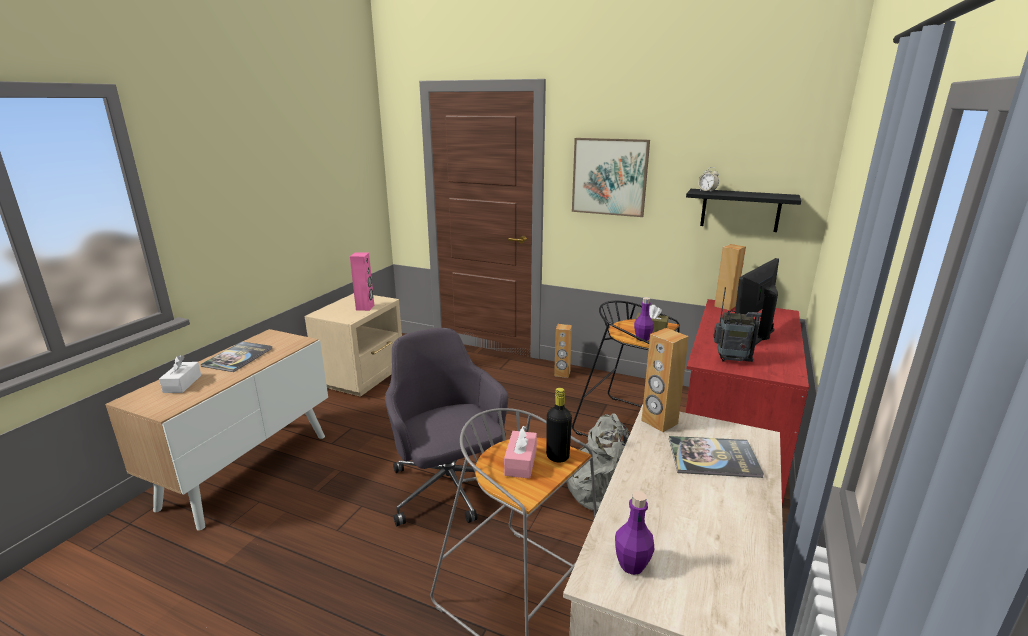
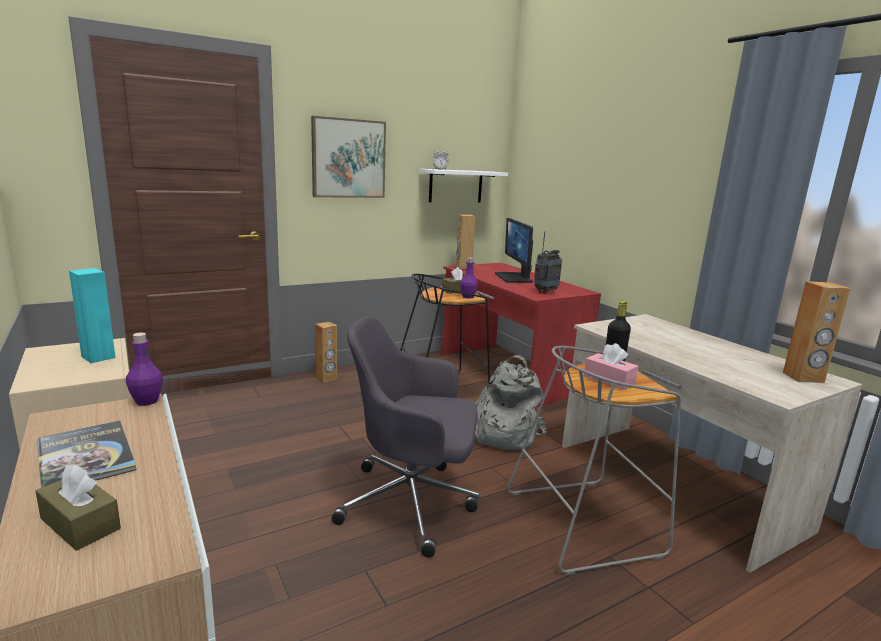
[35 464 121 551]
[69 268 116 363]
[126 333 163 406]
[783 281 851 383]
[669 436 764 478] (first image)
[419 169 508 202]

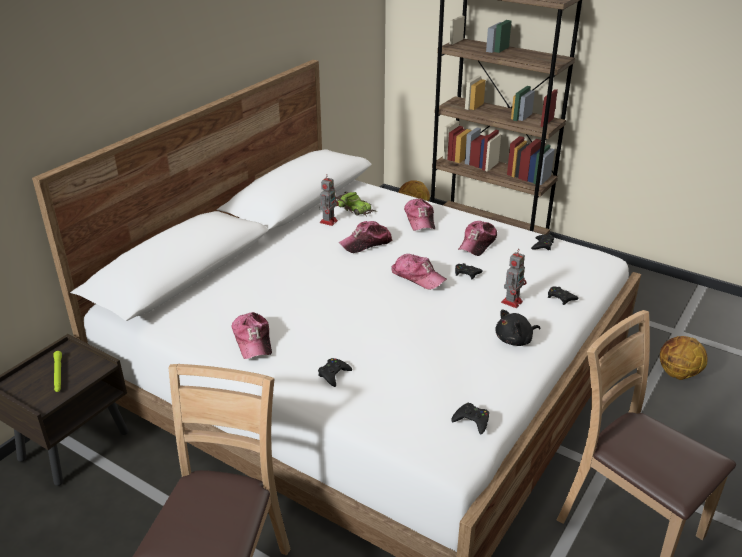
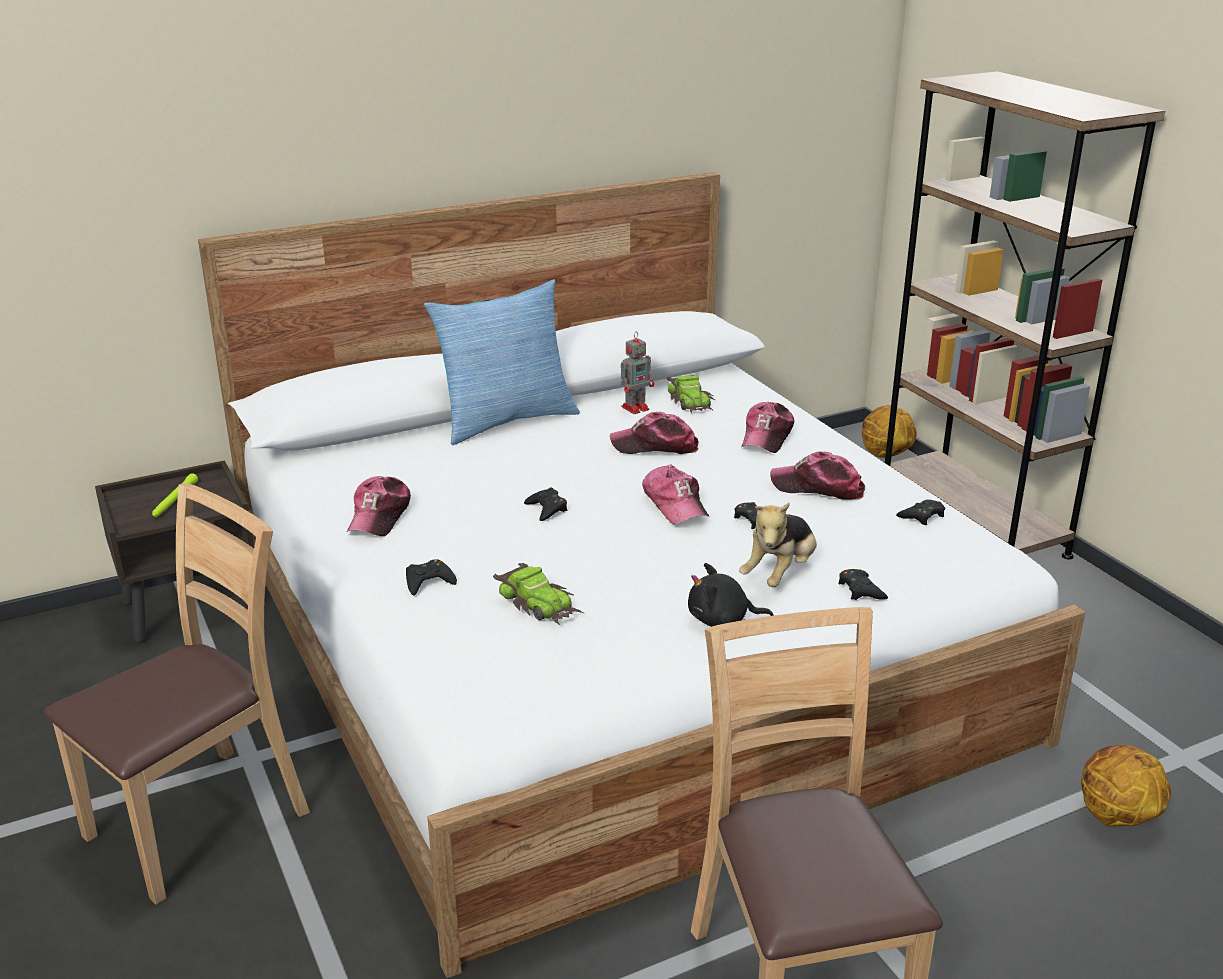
[524 488 567 521]
[770 452 865 500]
[739 502 817 587]
[424 279 580 445]
[493 563 584 625]

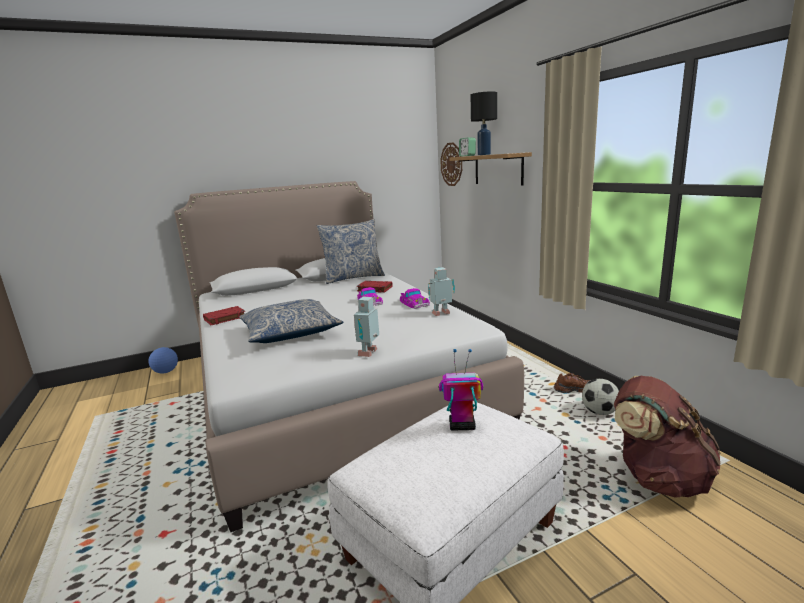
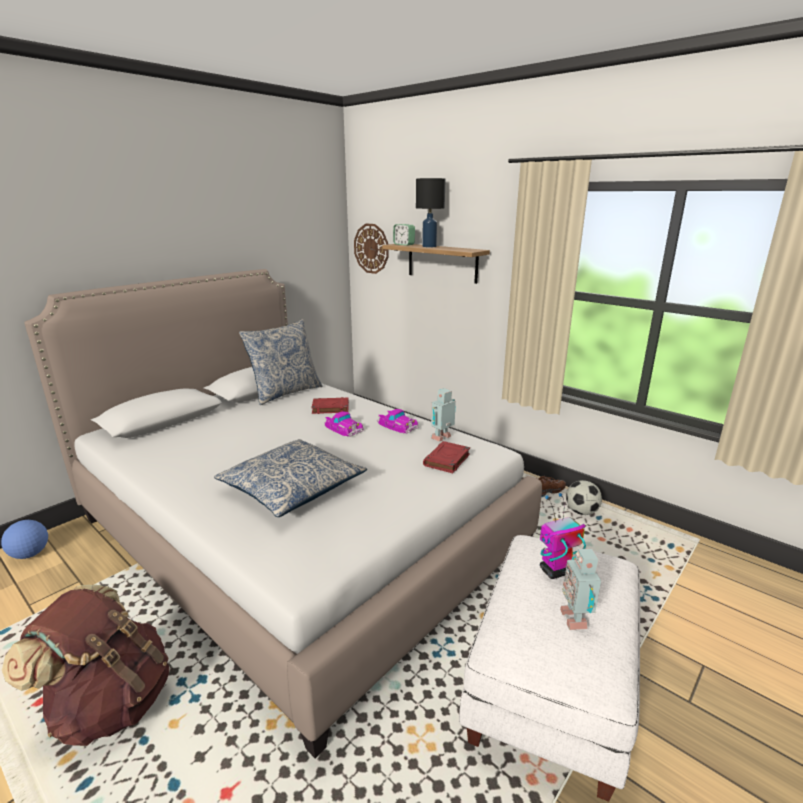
[423 441 470 473]
[560 549 601 630]
[2 585 169 746]

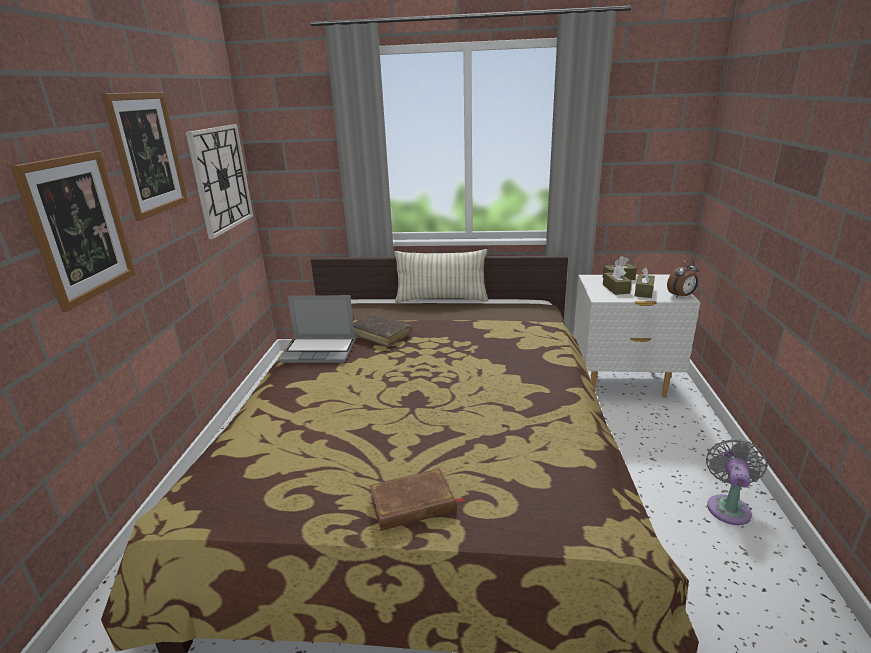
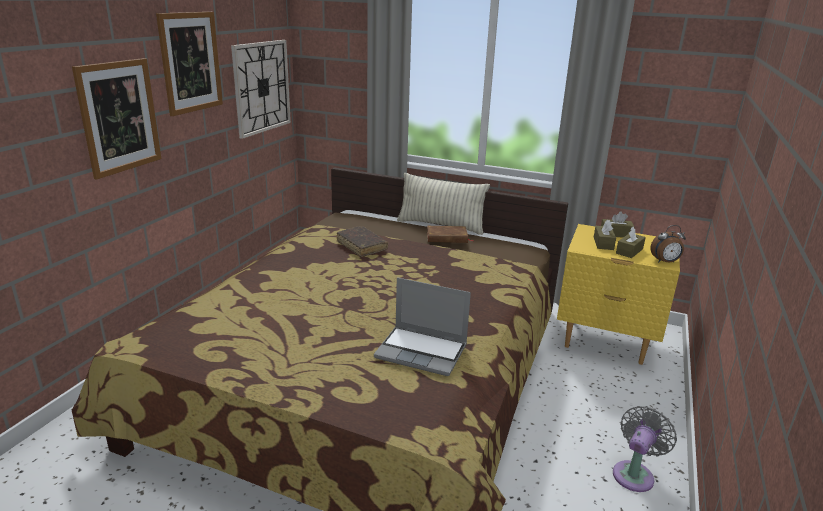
[374 277 471 376]
[427 226 474 243]
[557 224 680 365]

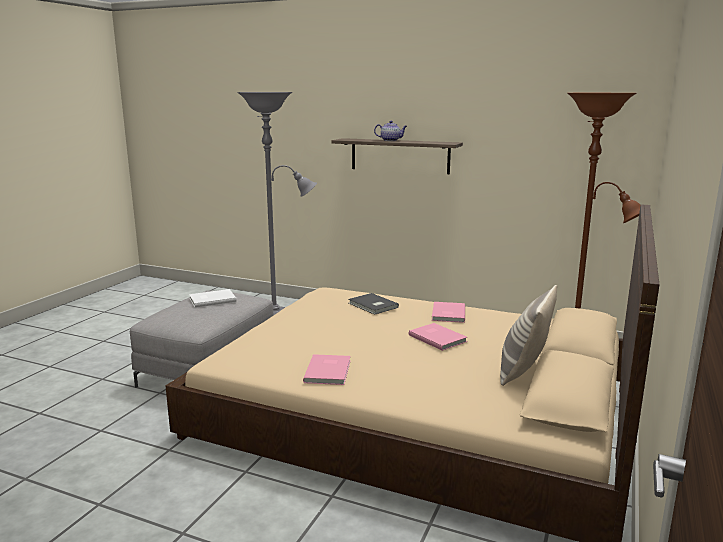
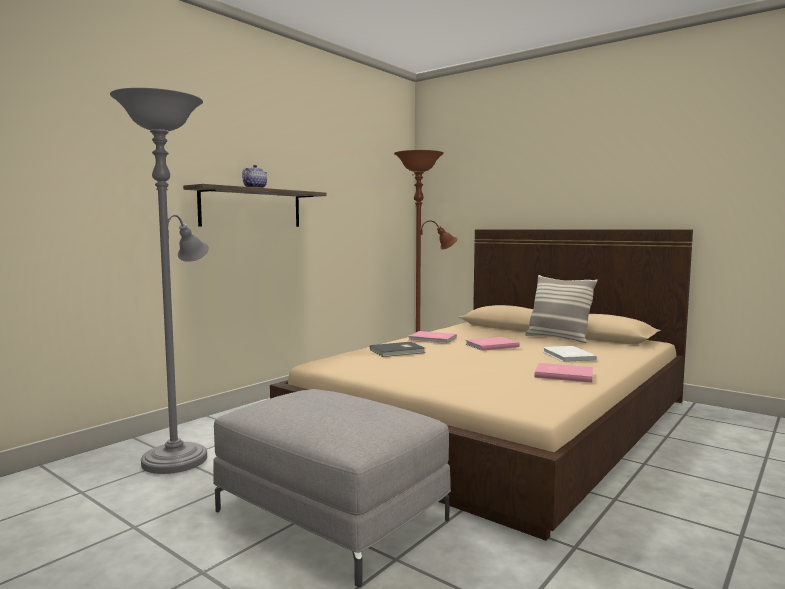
[542 346 597 362]

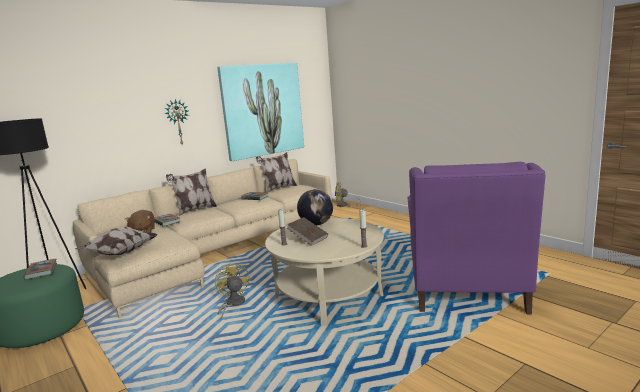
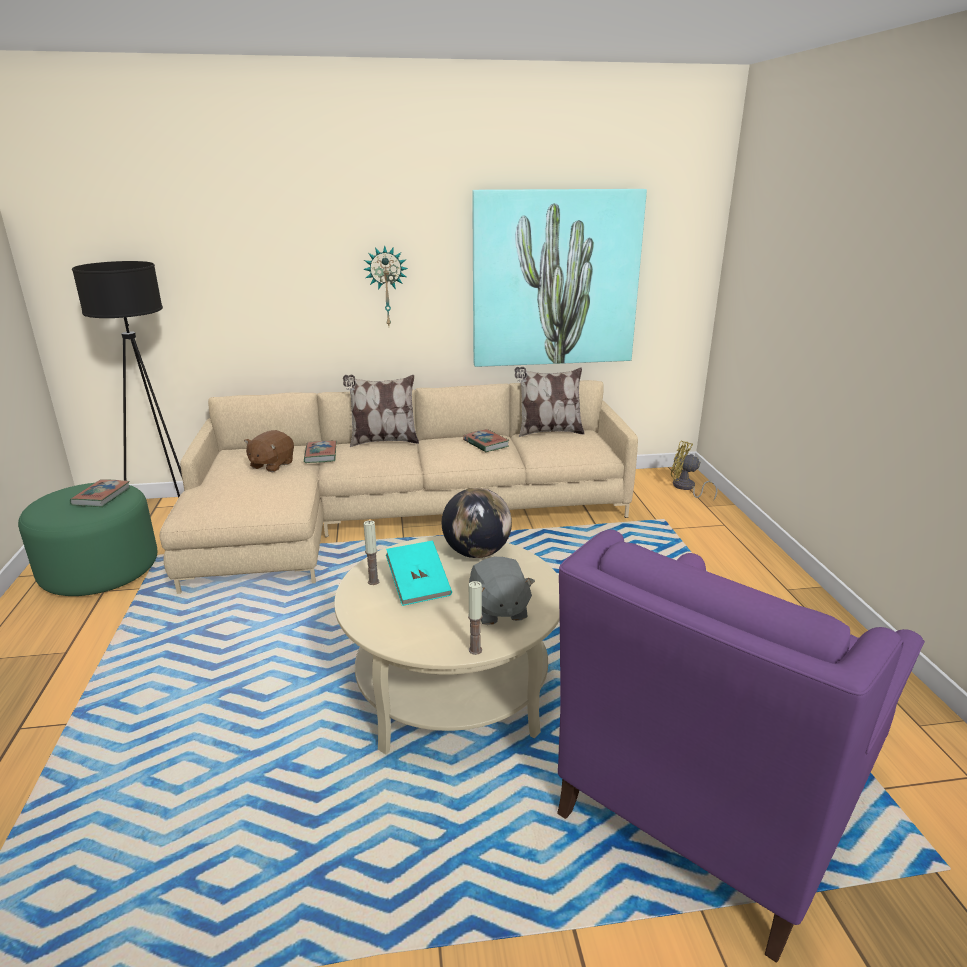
[75 227 158 255] (first image)
[215 262 250 320] (first image)
[386 541 452 606]
[469 557 535 625]

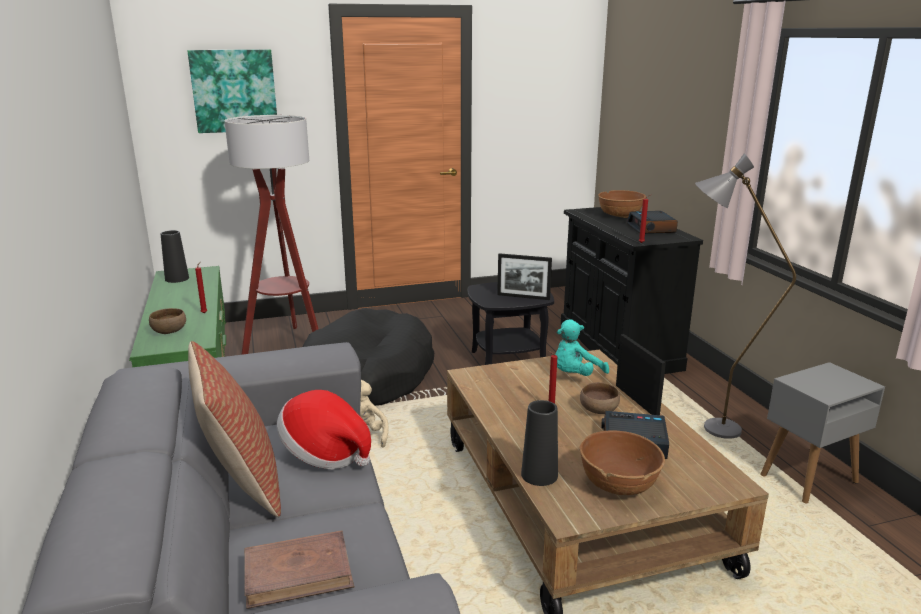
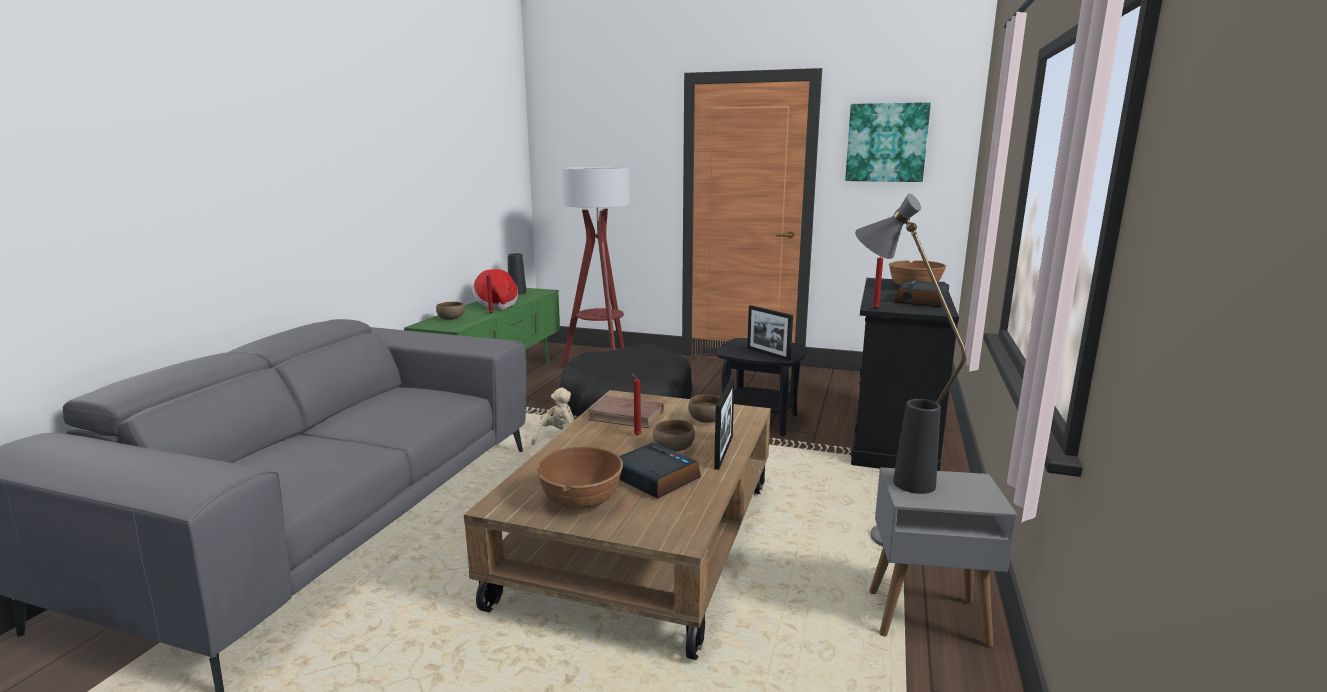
[845 102 931 182]
[188 341 281 517] (first image)
[588 396 664 428]
[472 269 518 310]
[893 399 941 494]
[688 395 720 423]

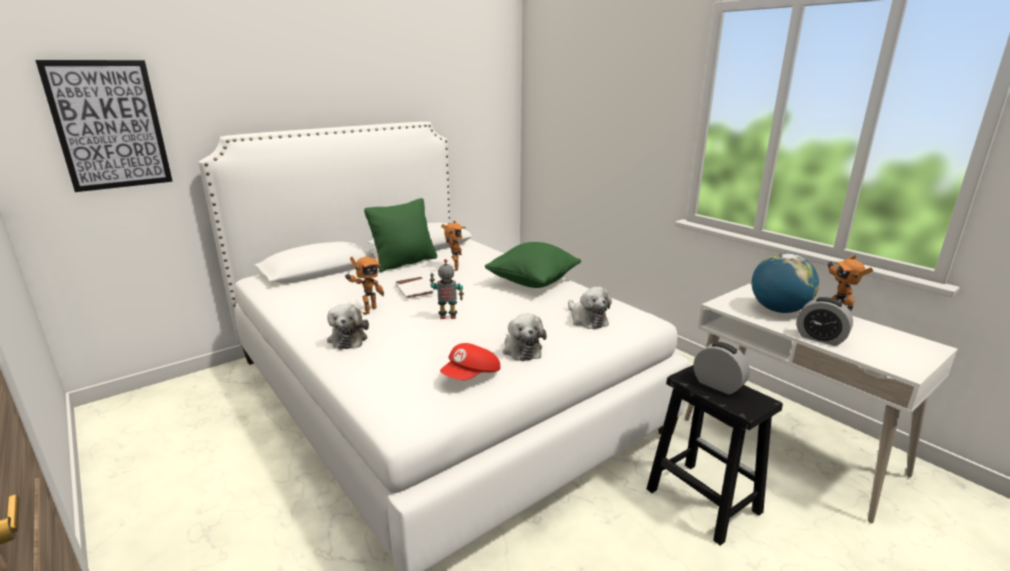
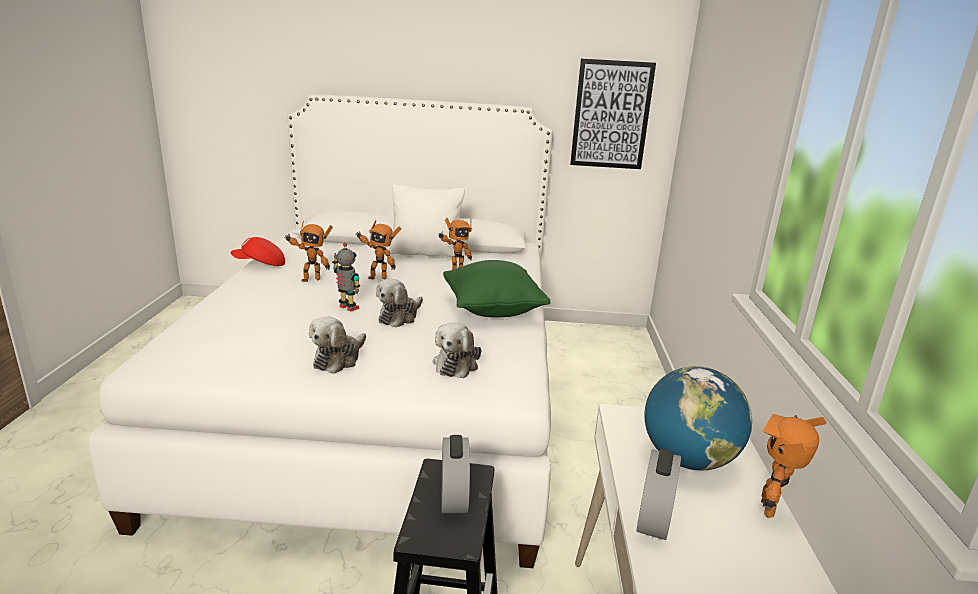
[570 58 656 169]
[376 279 423 327]
[389 184 465 258]
[355 220 401 279]
[231 237 285 266]
[636 449 681 540]

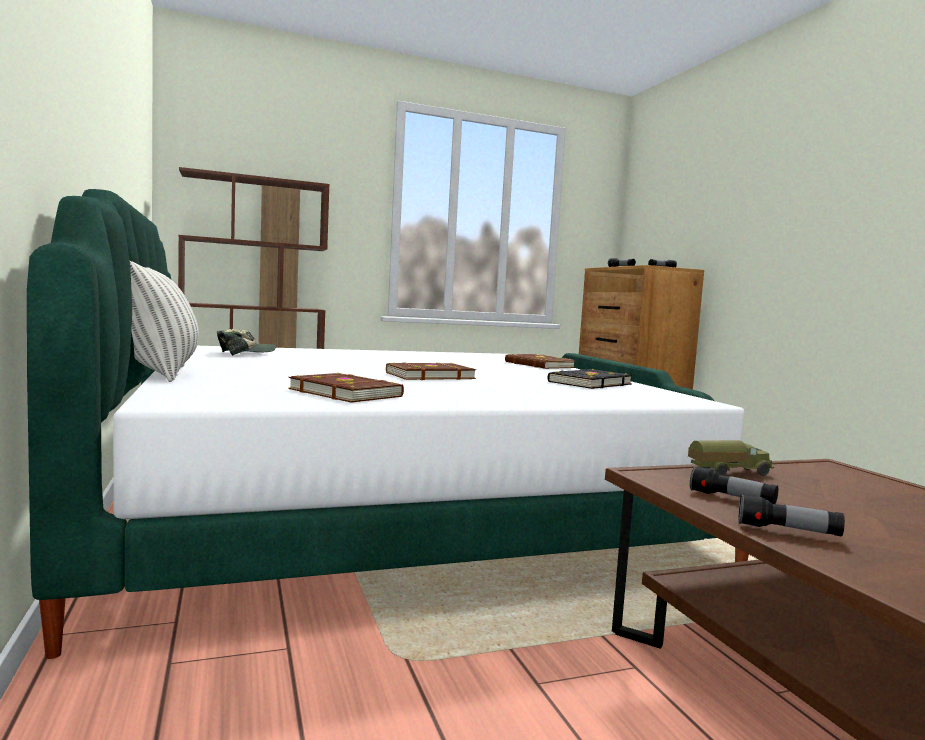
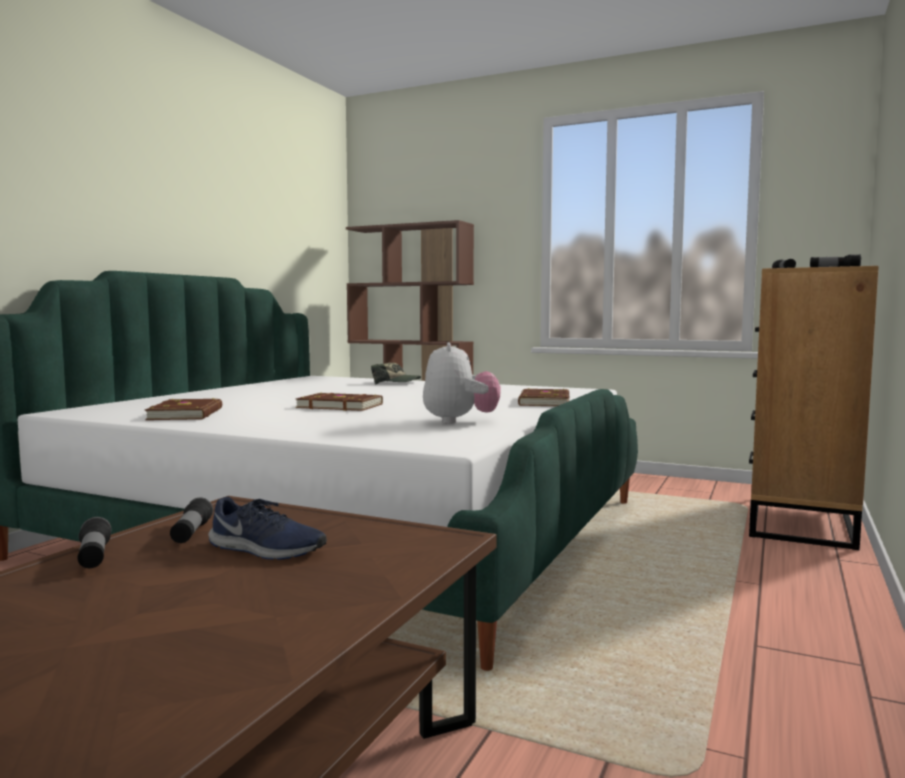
[129 260 199 382] (first image)
[371 363 421 385]
[423 342 501 424]
[688 440 774 476] (first image)
[208 497 327 560]

